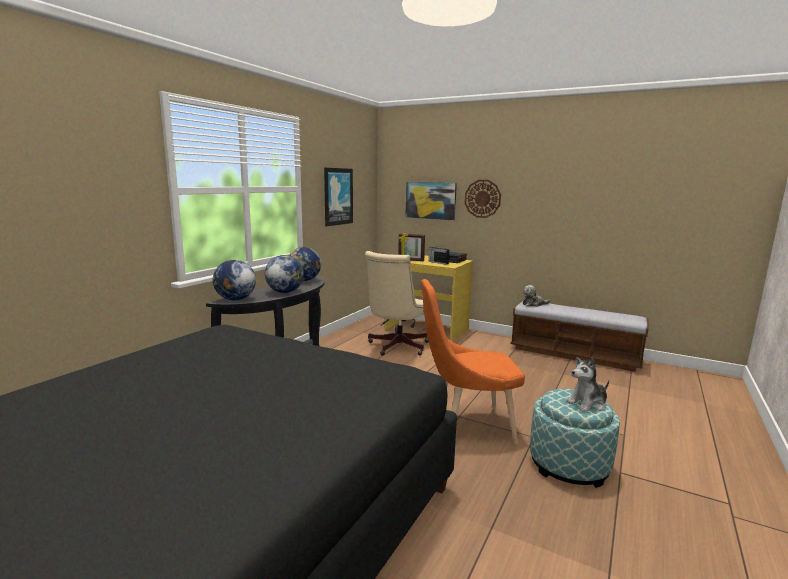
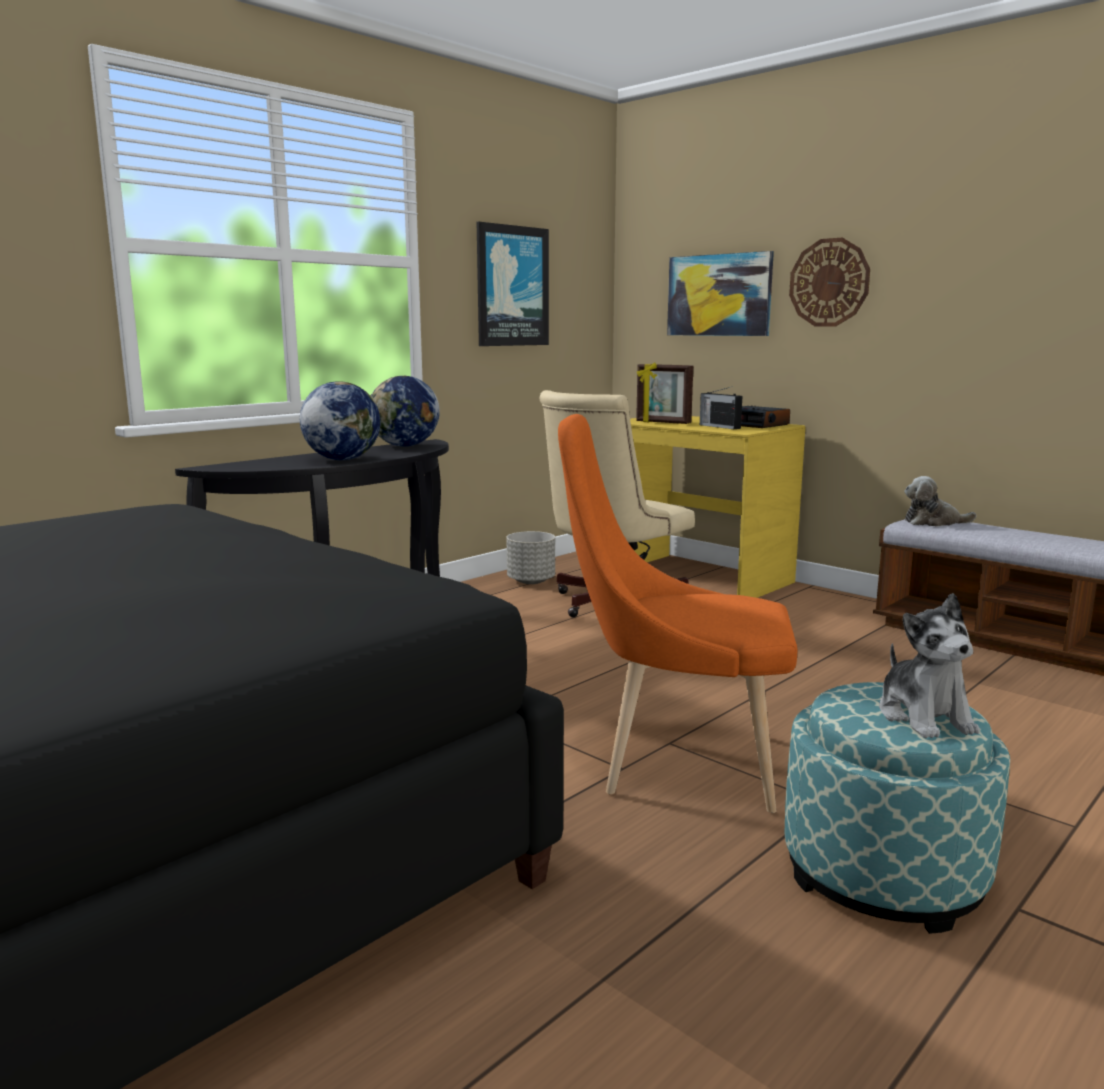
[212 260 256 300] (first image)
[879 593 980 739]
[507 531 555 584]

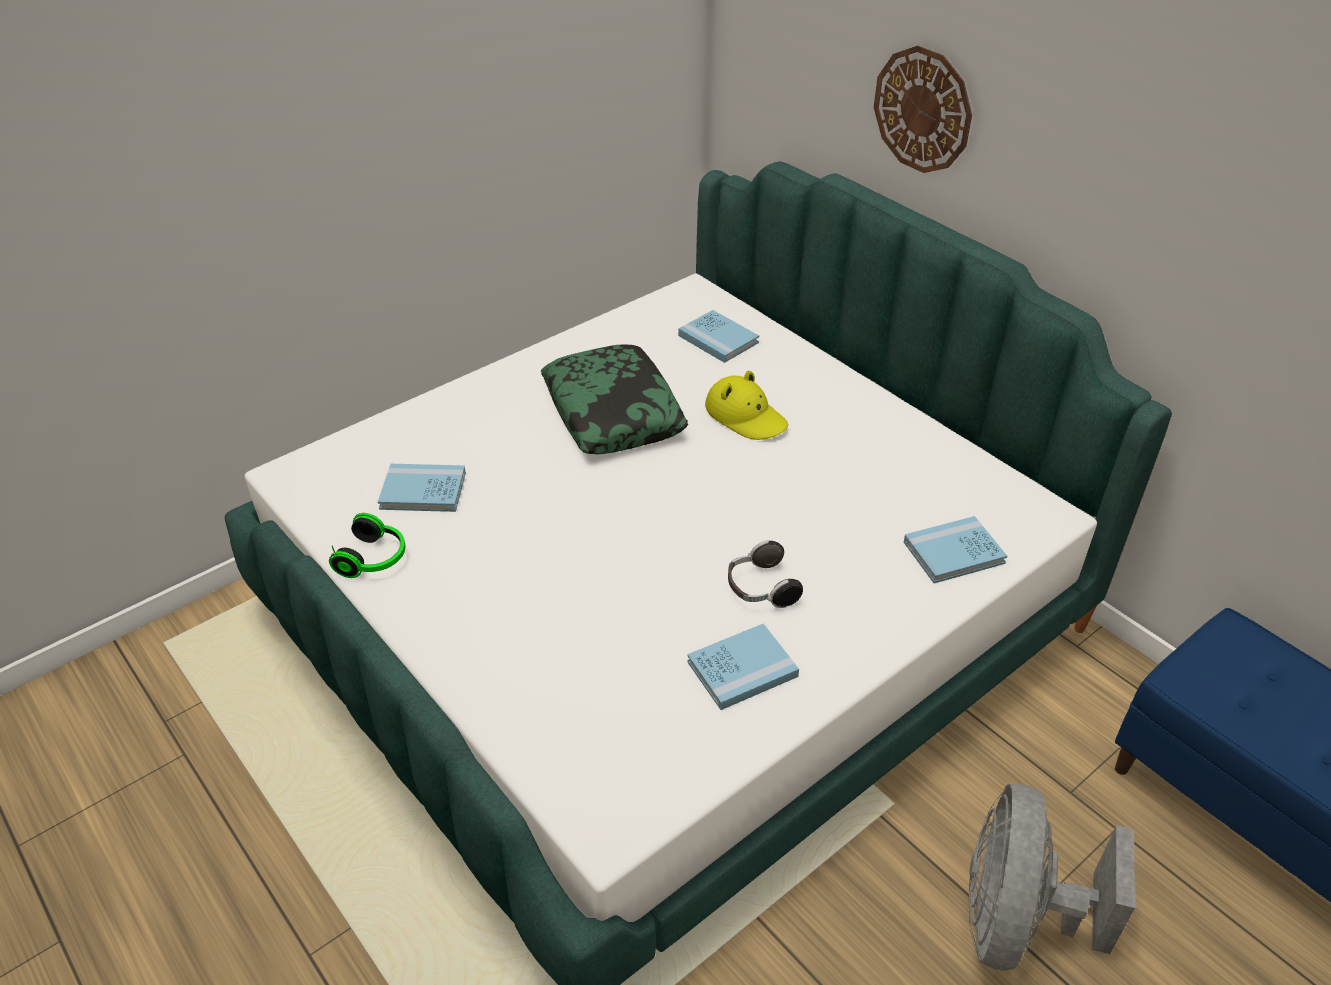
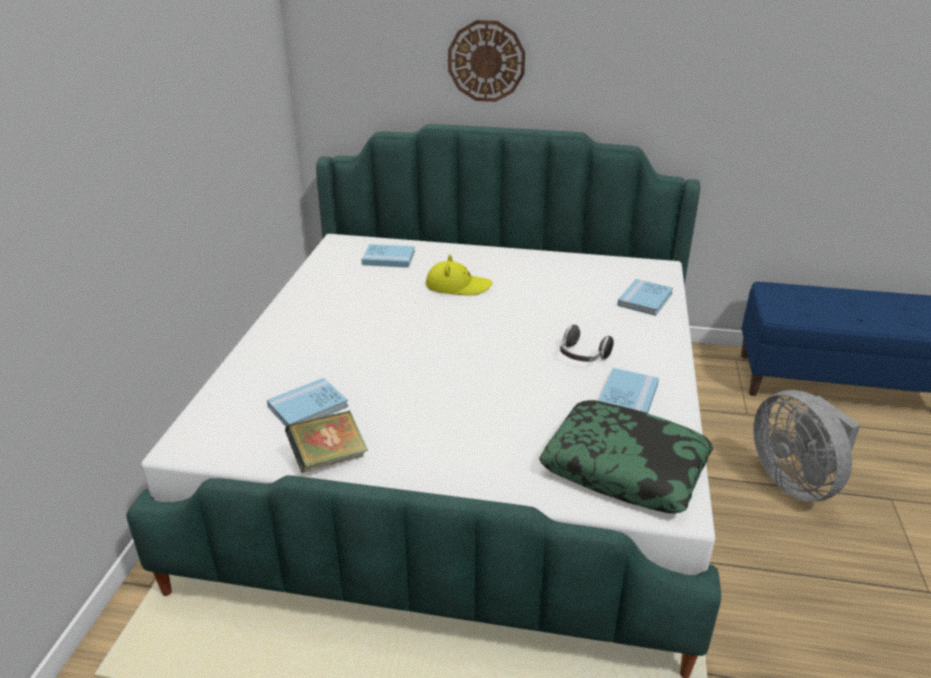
[285 411 368 473]
[539 400 713 514]

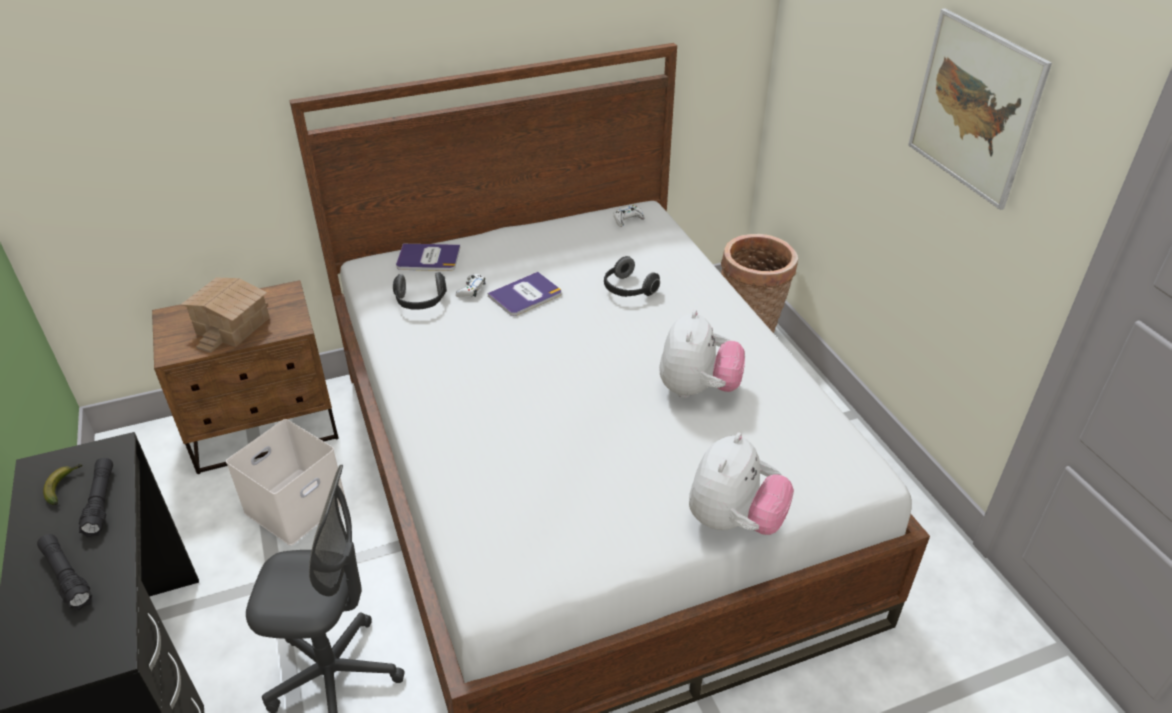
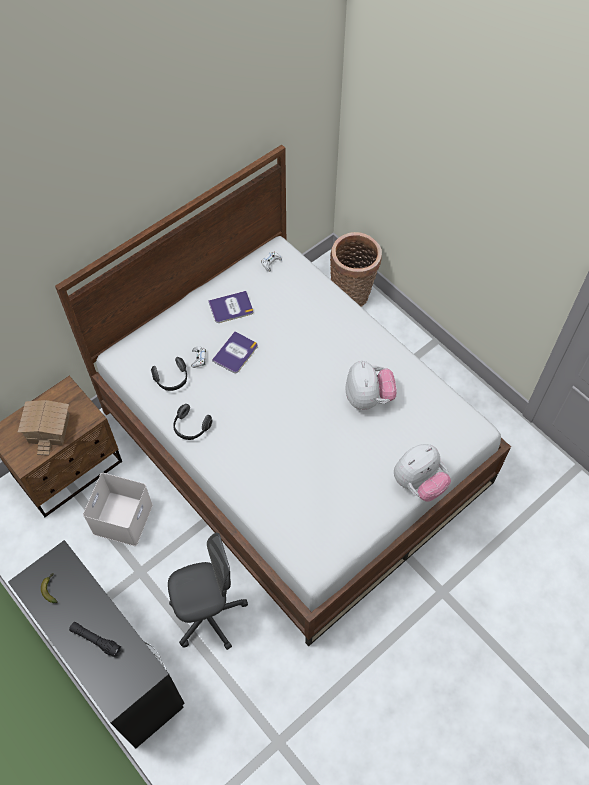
[79 458 113 537] (first image)
[208 291 253 323]
[173 404 213 440]
[394 444 451 502]
[908 9 1052 210] (first image)

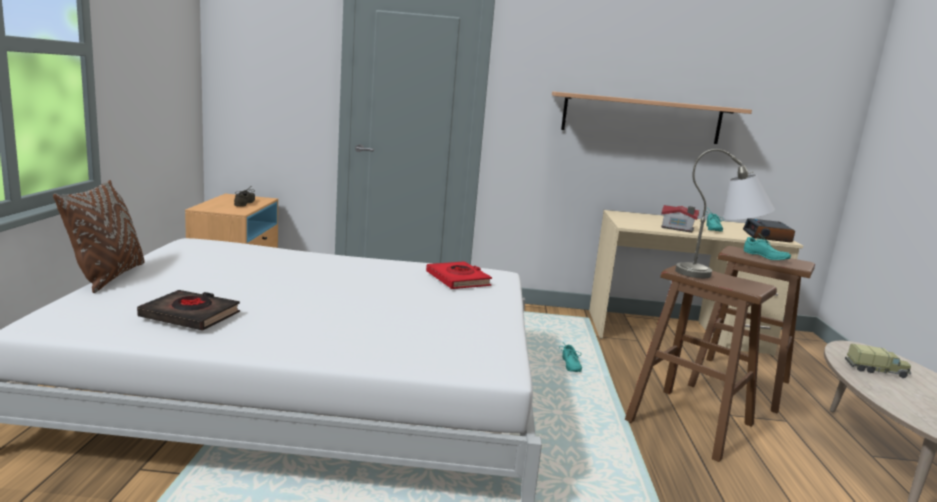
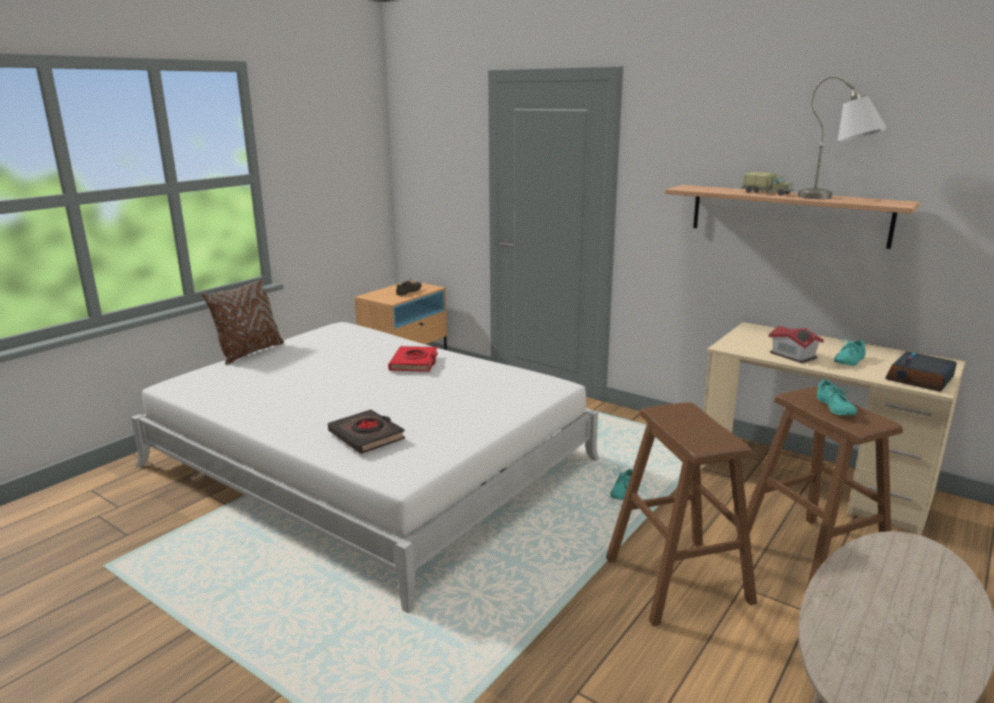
[328 410 405 454]
[388 346 438 372]
[798 76 887 199]
[741 172 793 196]

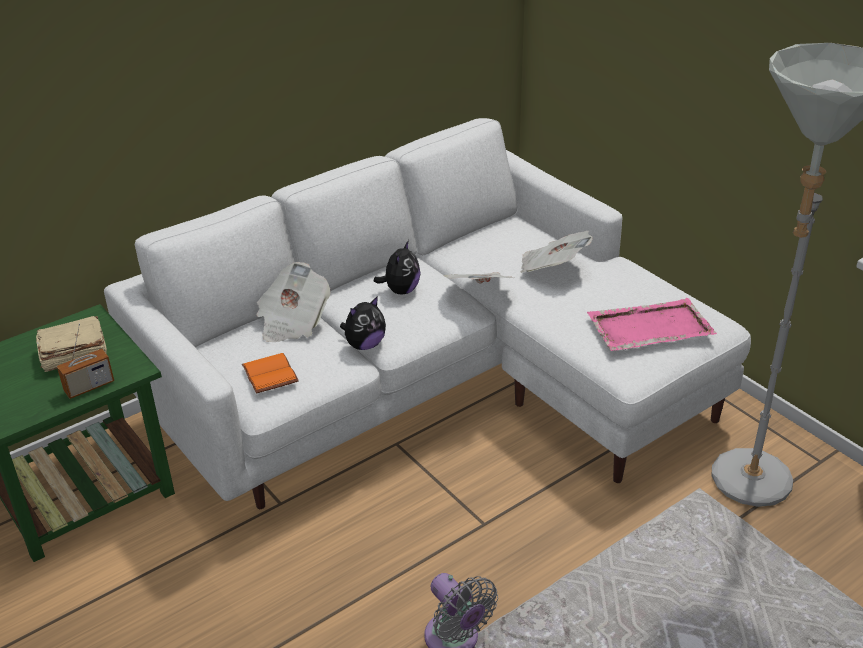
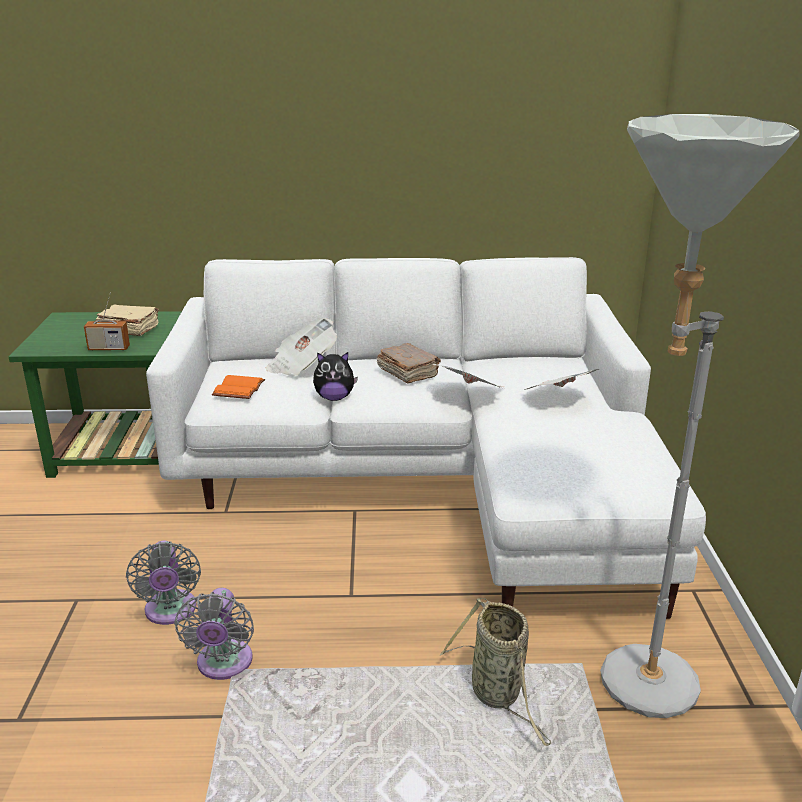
[377 343 441 383]
[587 298 717 351] (first image)
[126 541 201 625]
[440 598 551 746]

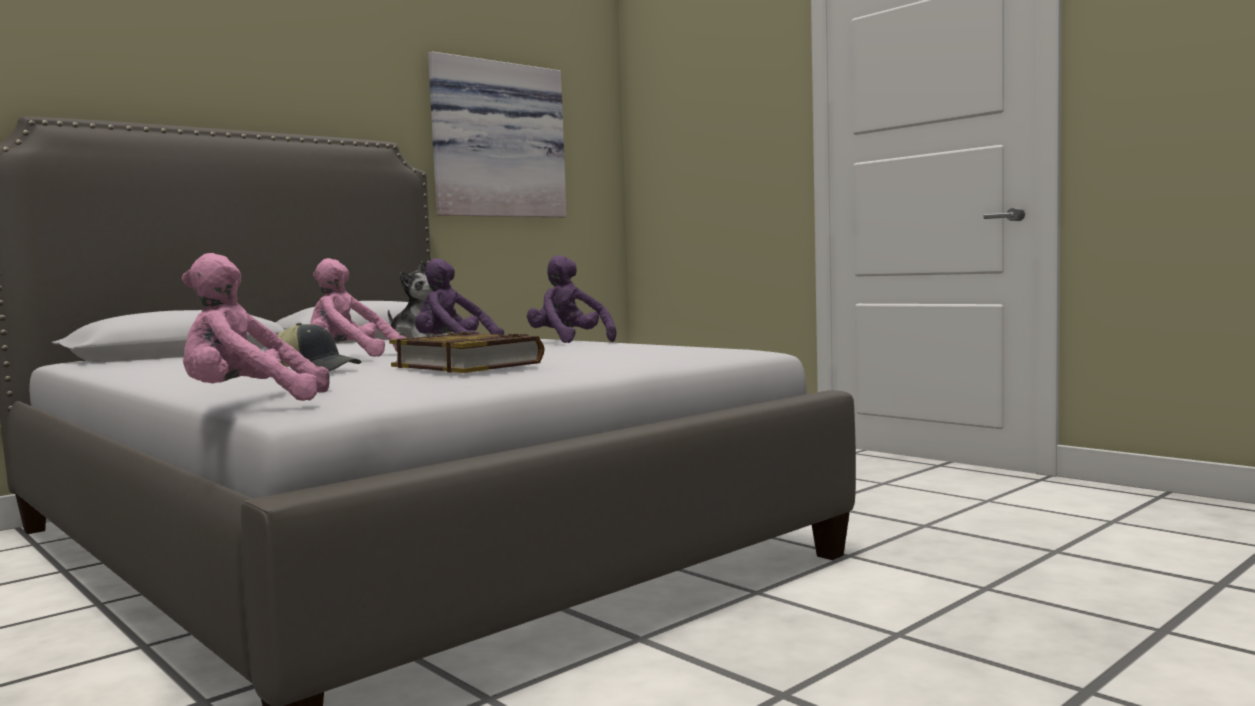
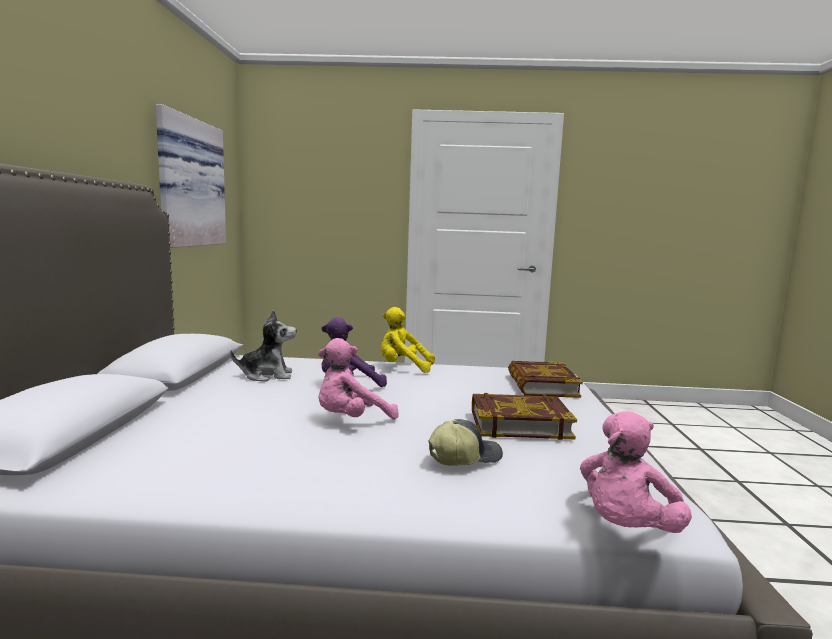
[381 307 435 373]
[508 361 583 398]

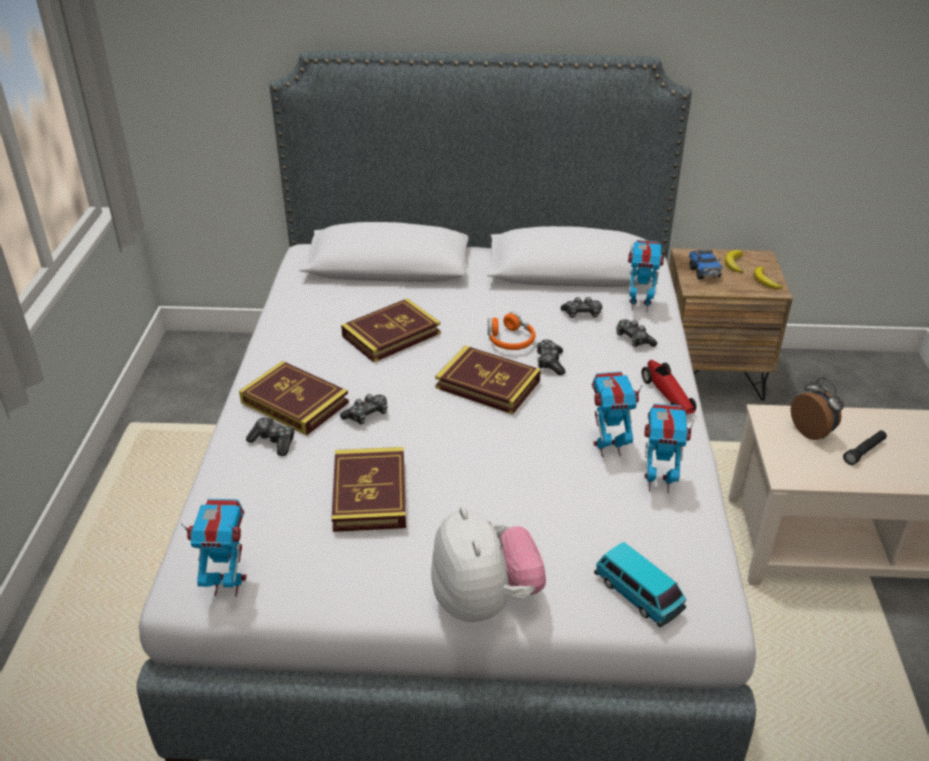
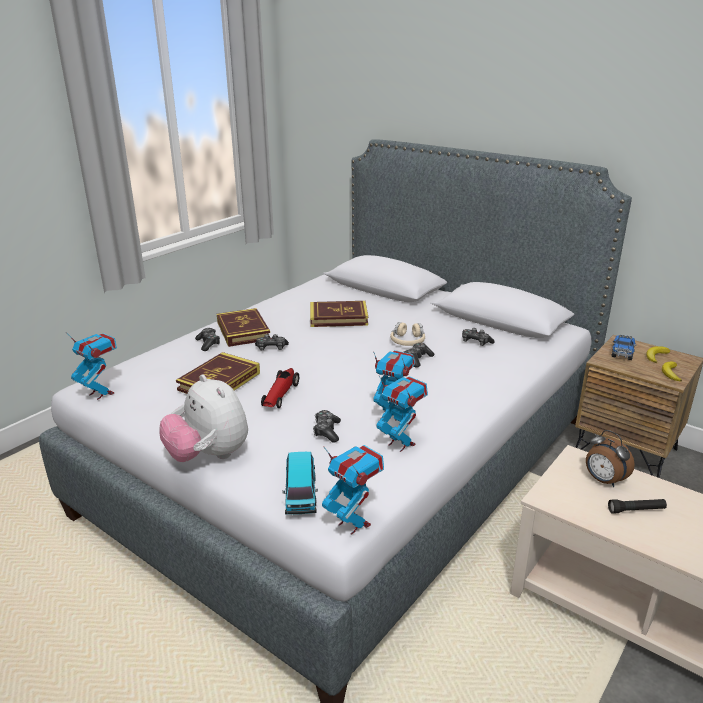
[160 374 248 462]
[435 346 541 414] (first image)
[390 322 425 346]
[313 410 341 443]
[322 445 384 535]
[261 368 299 408]
[586 430 635 487]

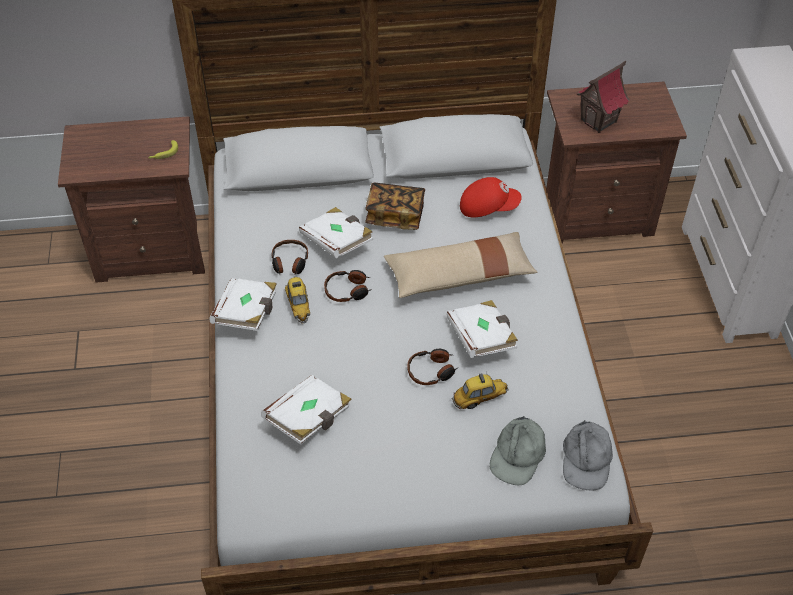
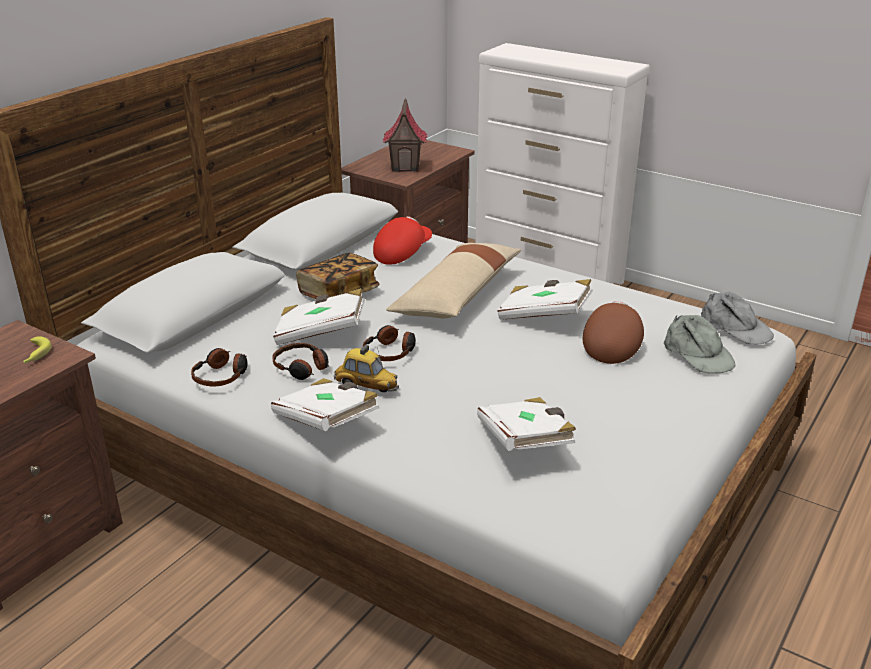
[191 348 248 386]
[583 301 644 364]

